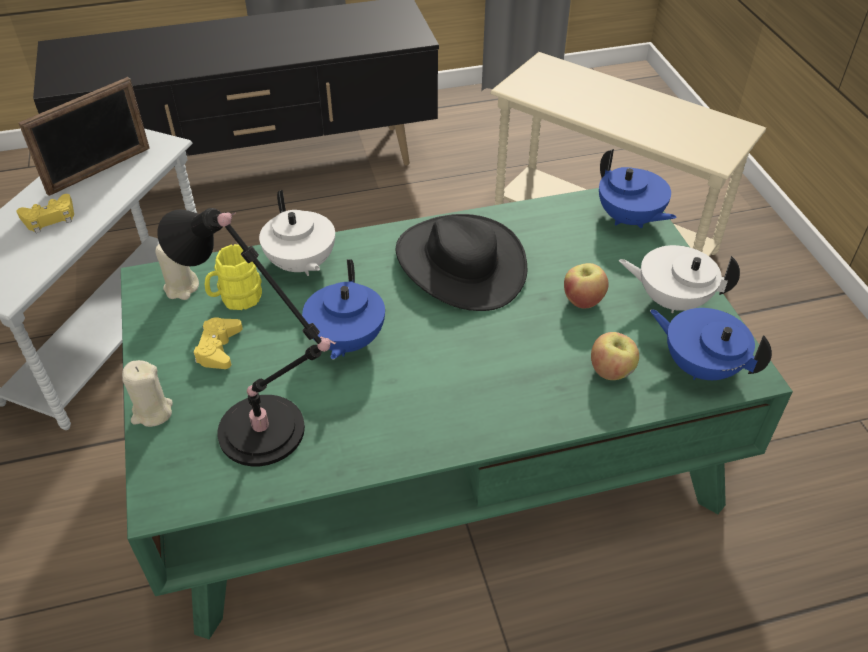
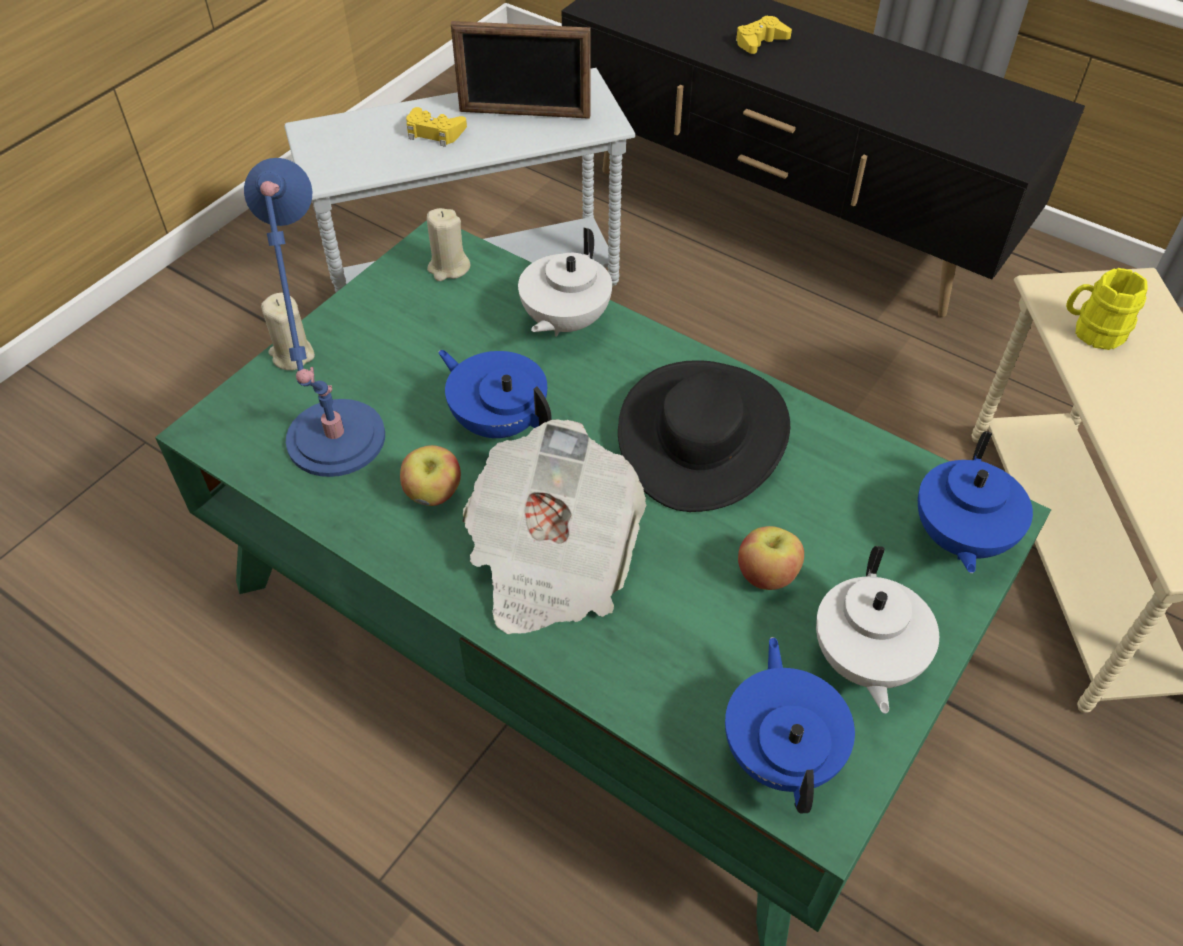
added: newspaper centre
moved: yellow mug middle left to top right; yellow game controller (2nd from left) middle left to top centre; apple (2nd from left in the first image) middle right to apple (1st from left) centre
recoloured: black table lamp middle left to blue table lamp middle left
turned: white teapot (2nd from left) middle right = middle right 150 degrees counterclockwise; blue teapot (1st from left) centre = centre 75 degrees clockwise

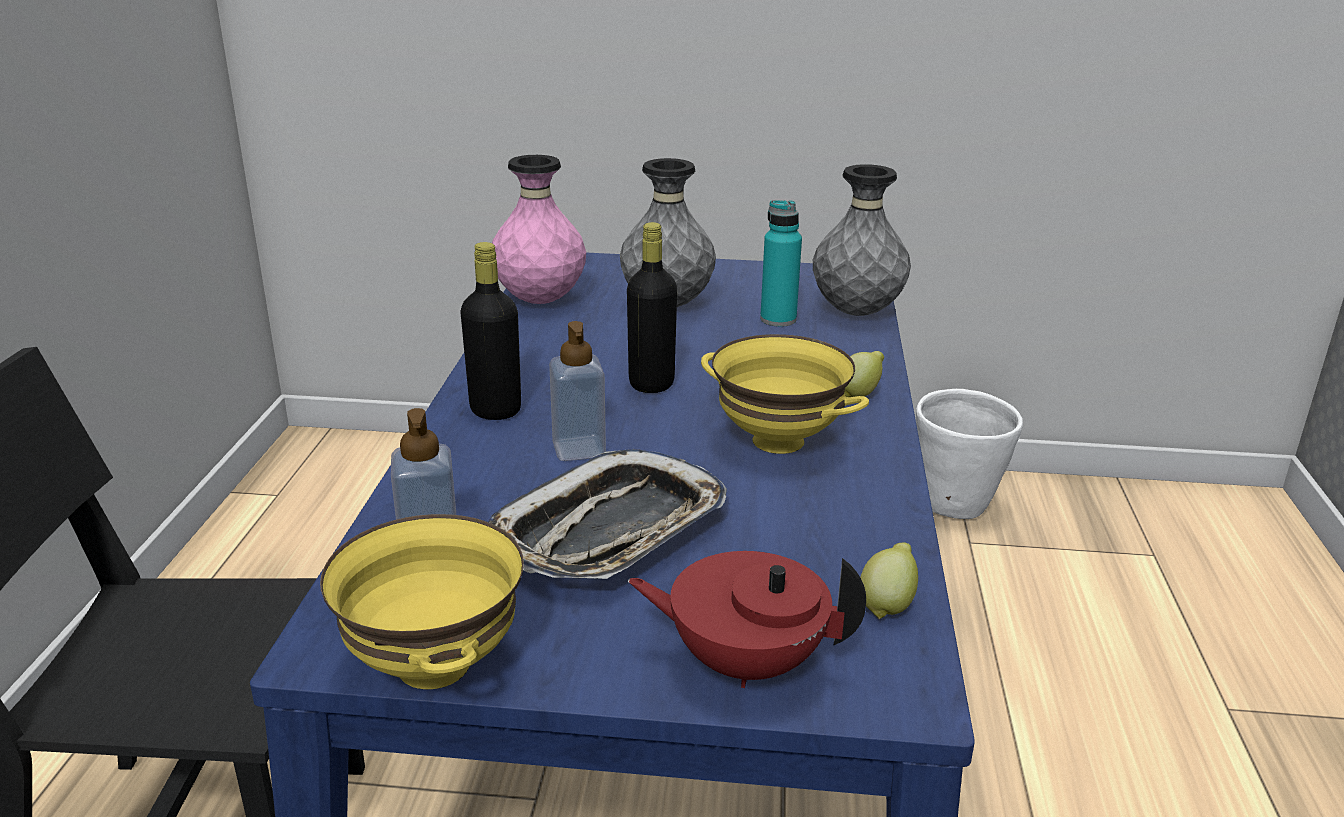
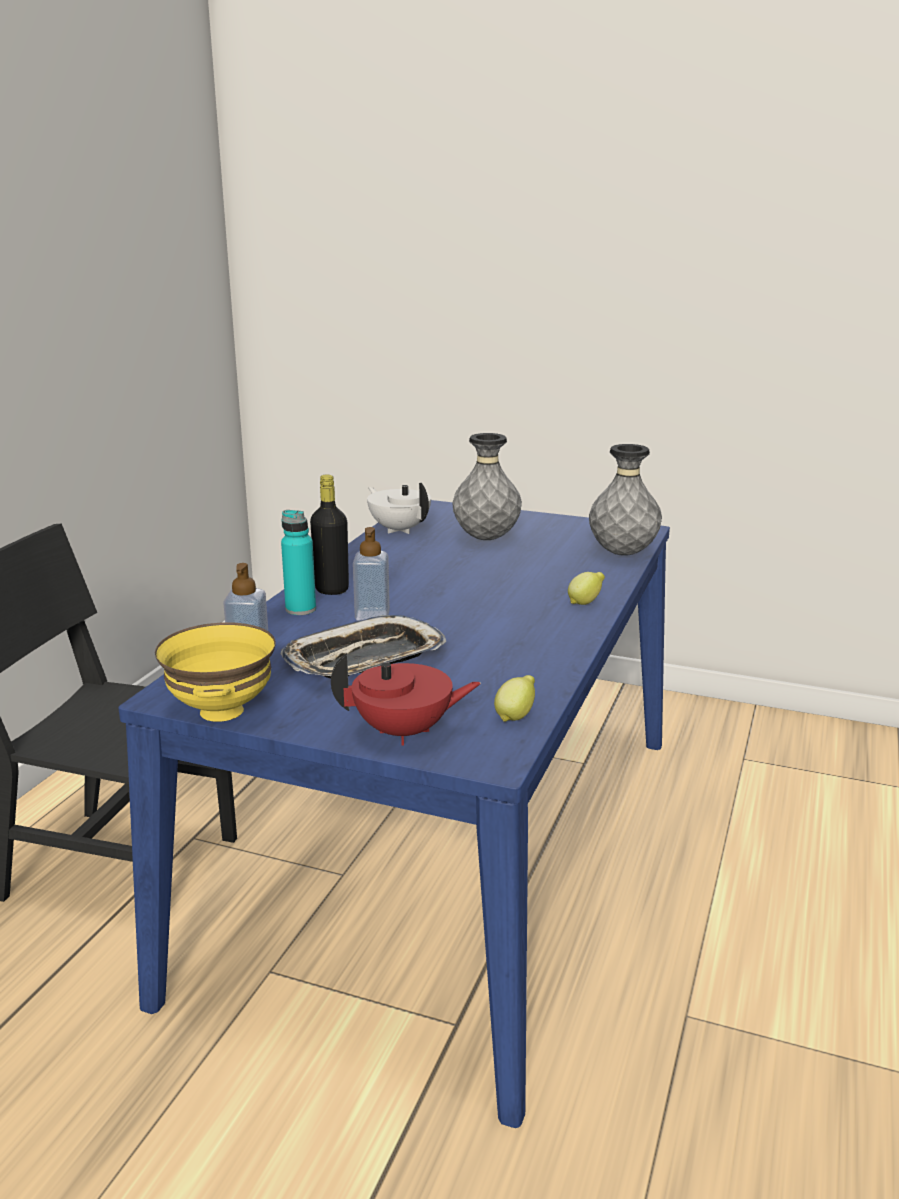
removed: black bottle (2nd from left) centre; yellow bowl (2nd from left) centre; white planter middle right
moved: turquoise bottle top centre to middle left
replaced: pink vase top centre to white teapot centre
turned: red teapot bottom centre = centre 150 degrees clockwise

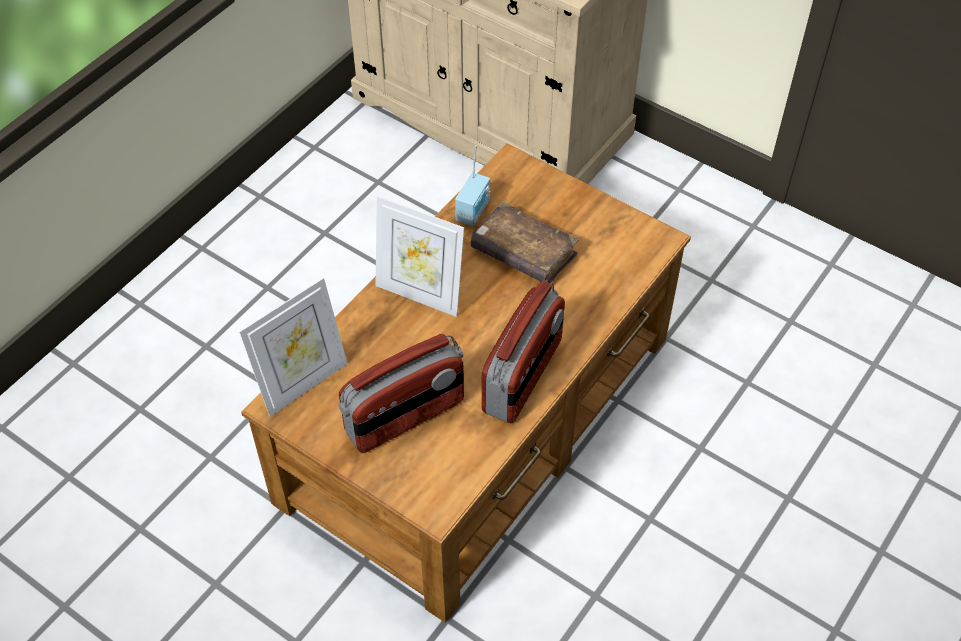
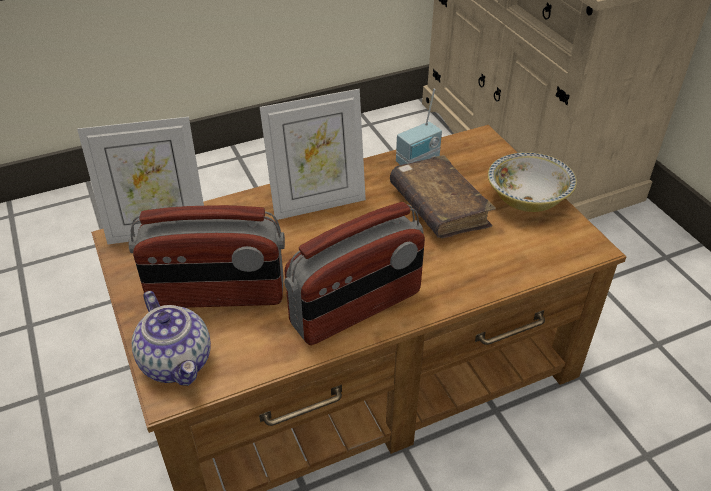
added: bowl middle right; teapot bottom left
turned: picture frame (2nd from left) centre = top centre 75 degrees counterclockwise

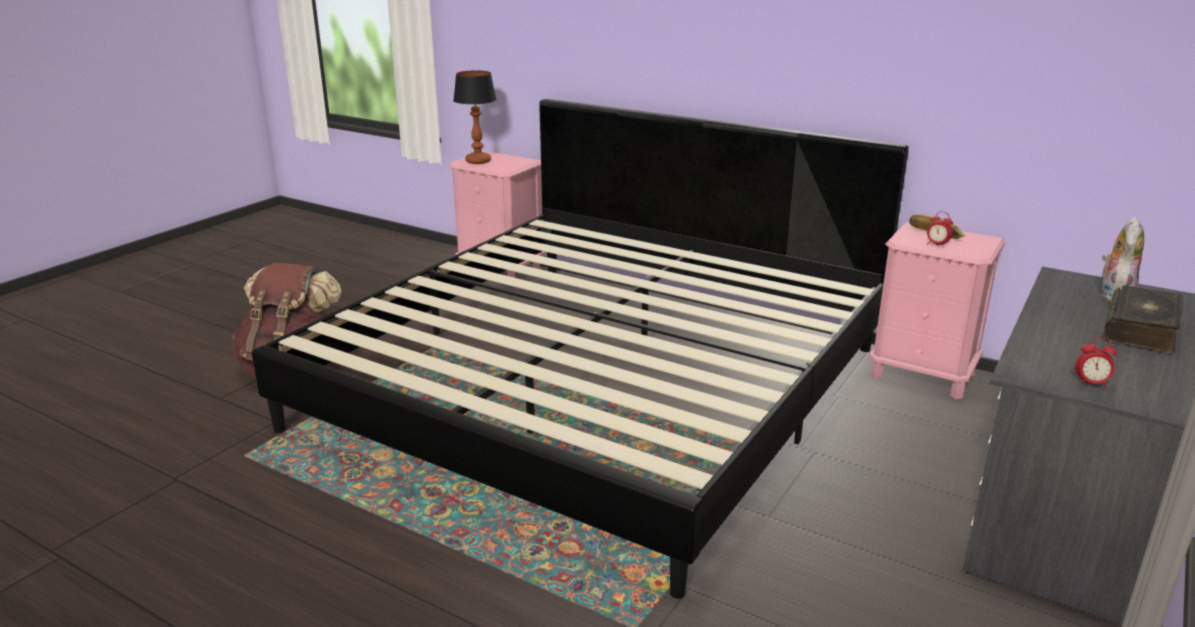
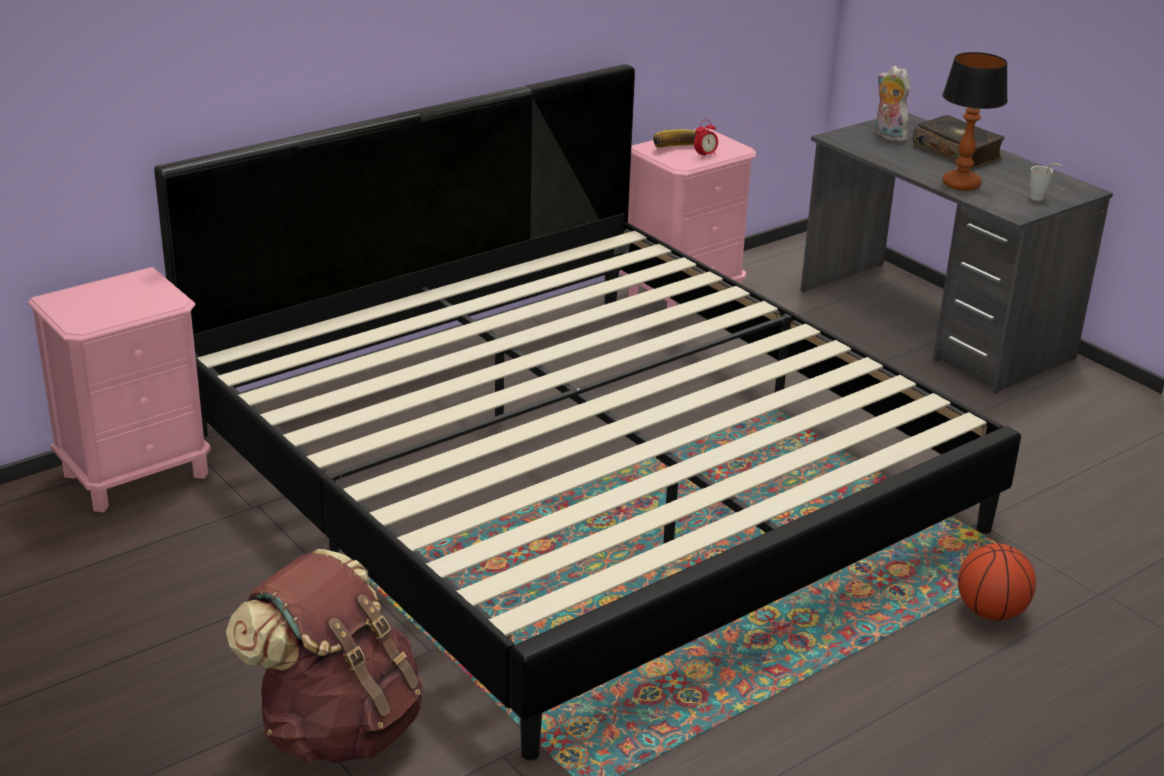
added: basketball bottom right
moved: table lamp top centre to top right
replaced: alarm clock (2nd from left) middle right to grey cup top right

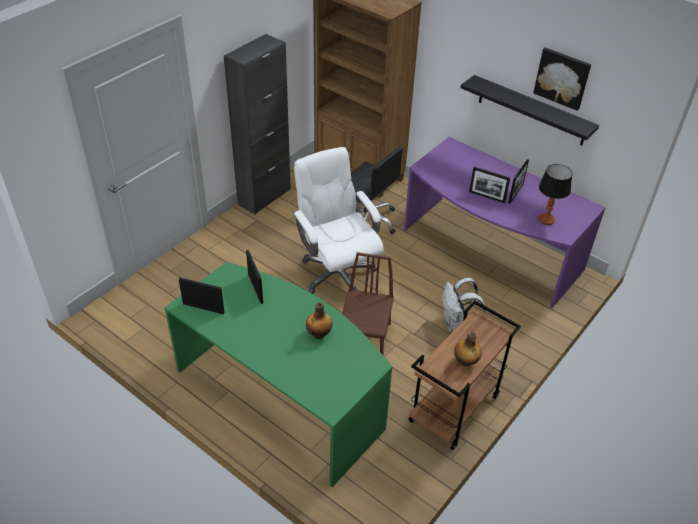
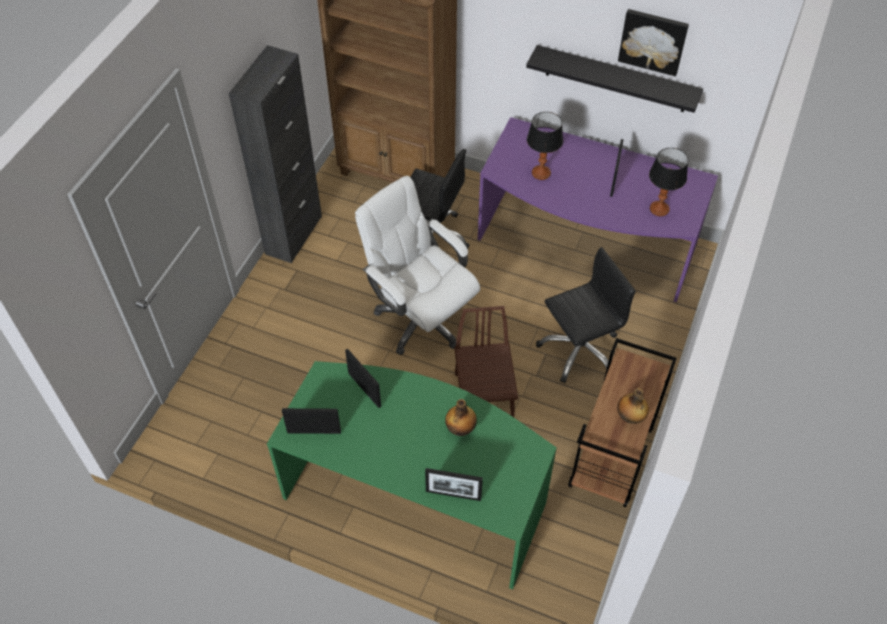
added: table lamp (1st from left) top centre
moved: picture frame (3rd from left) middle right to bottom centre
replaced: white backpack centre to black office chair (2nd from left) centre

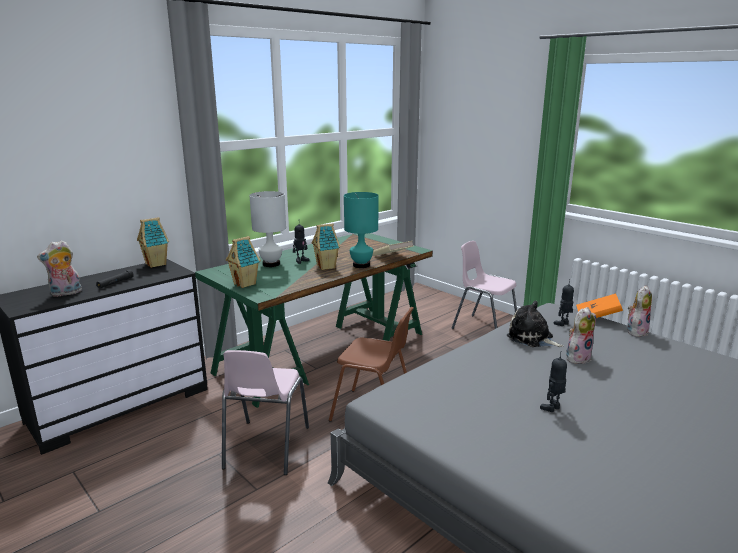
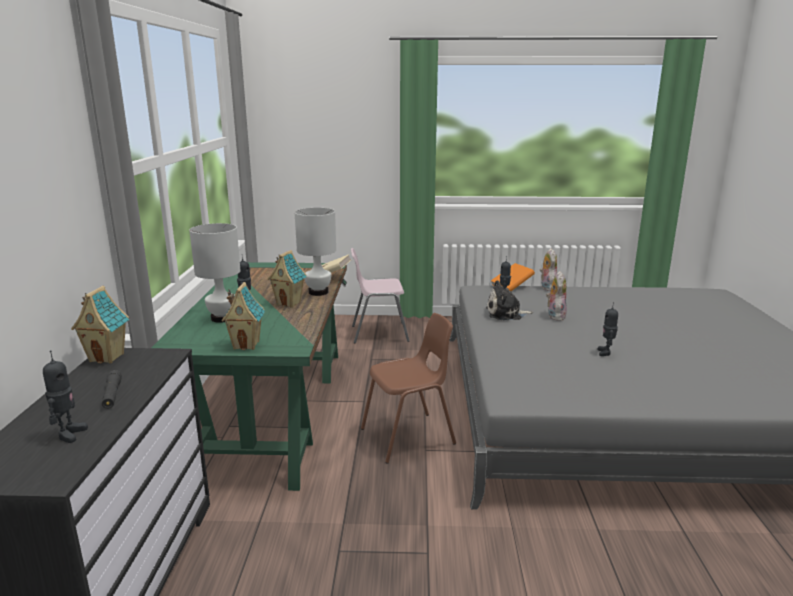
removed: pink chair (1st from left) bottom centre
replaced: plush toy (1st from left) middle left to toy robot (1st from left) middle left
recoloured: turquoise table lamp centre to white table lamp (2nd from left) centre

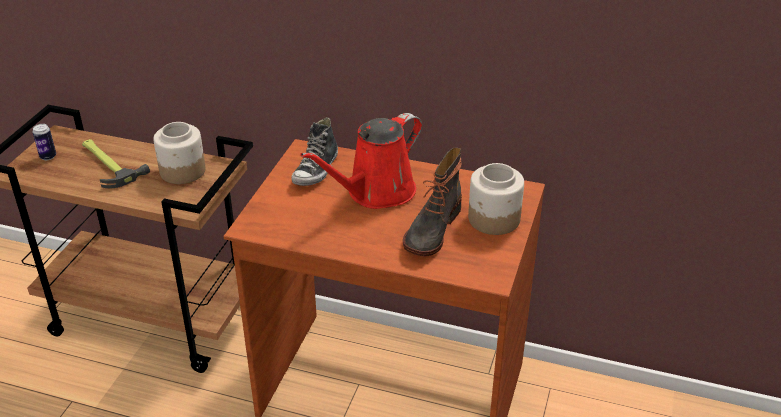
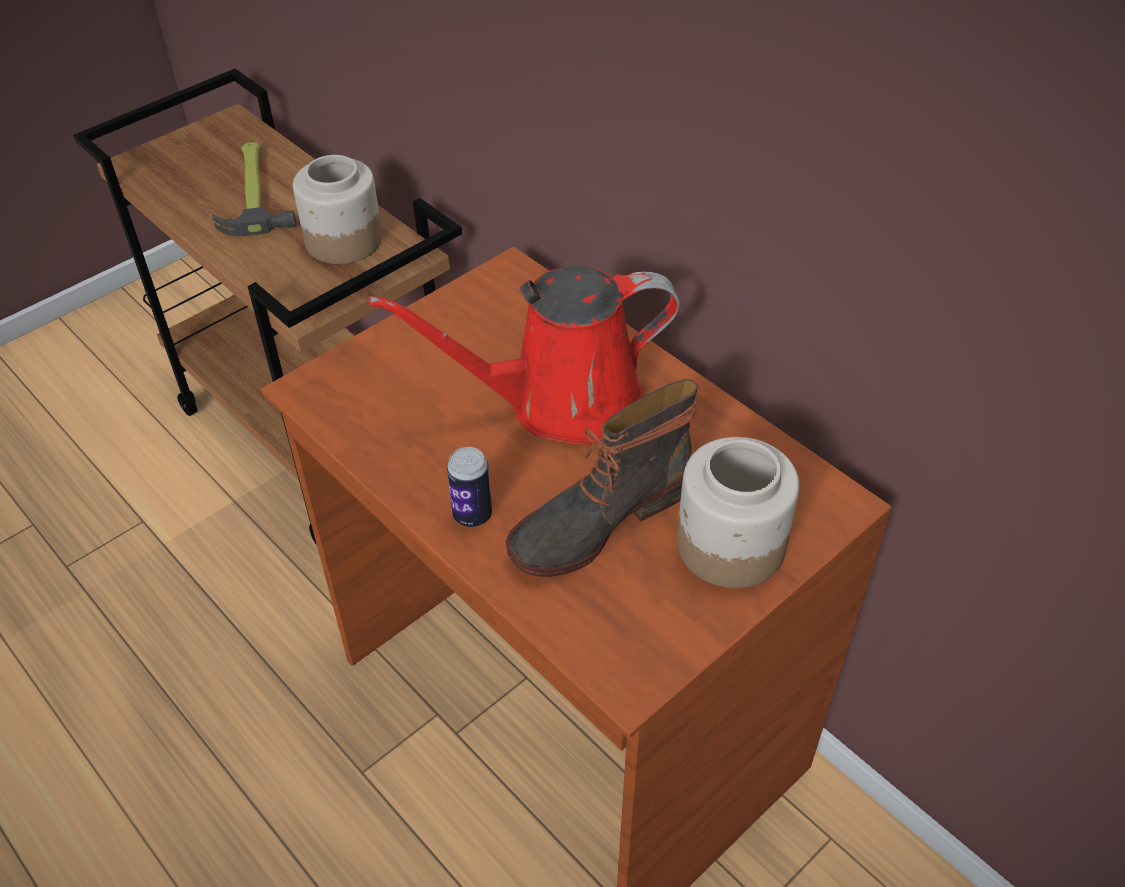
removed: shoe centre
moved: can middle left to centre

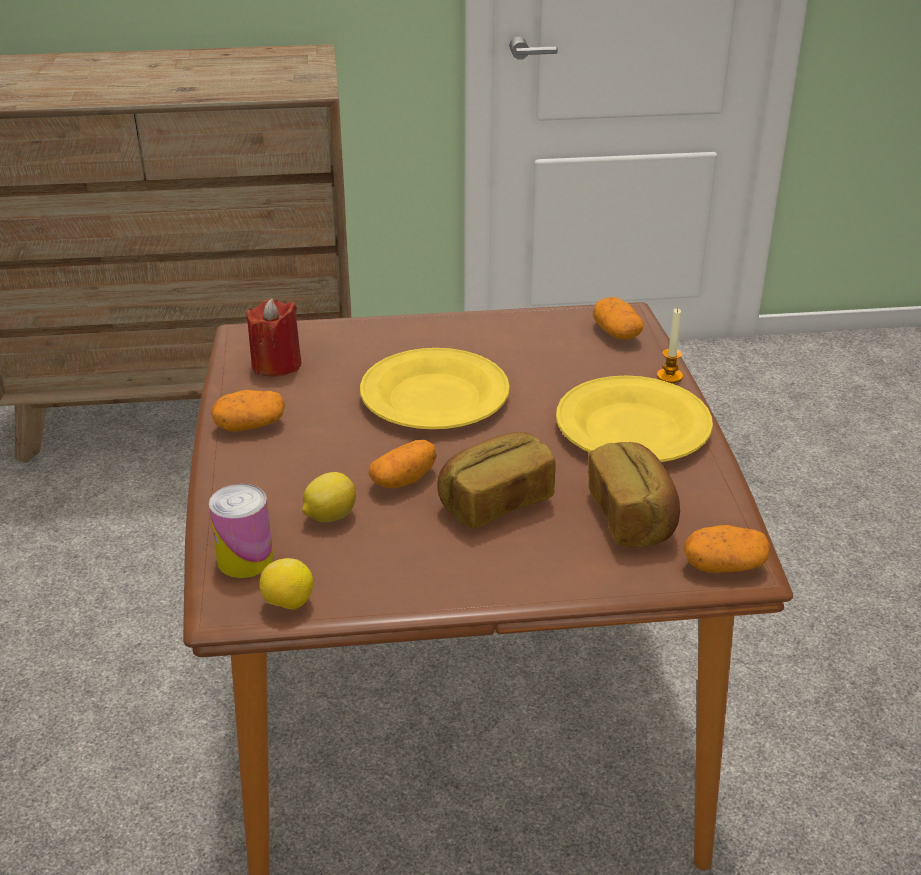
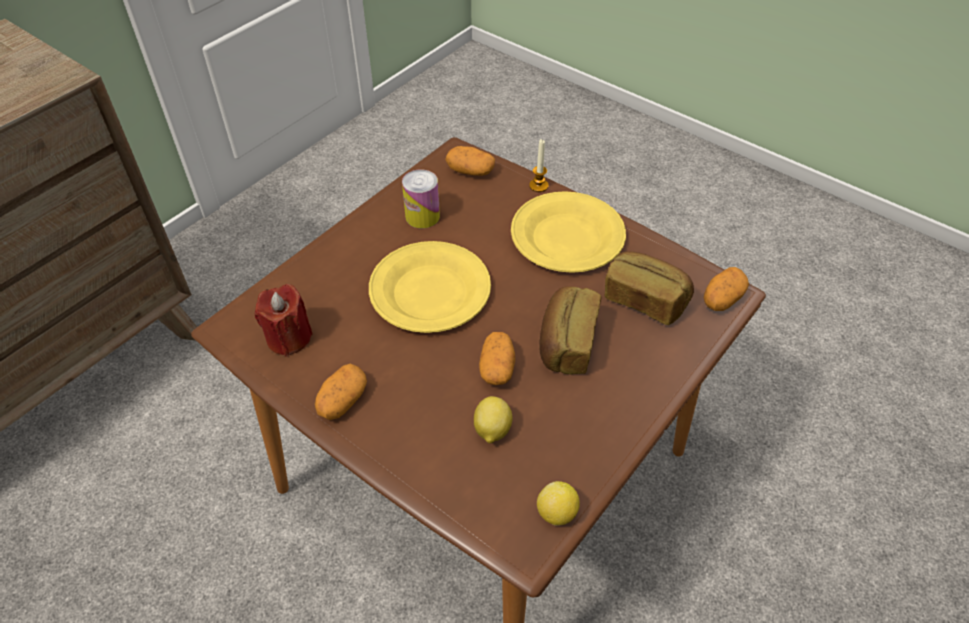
moved: can middle left to top centre

